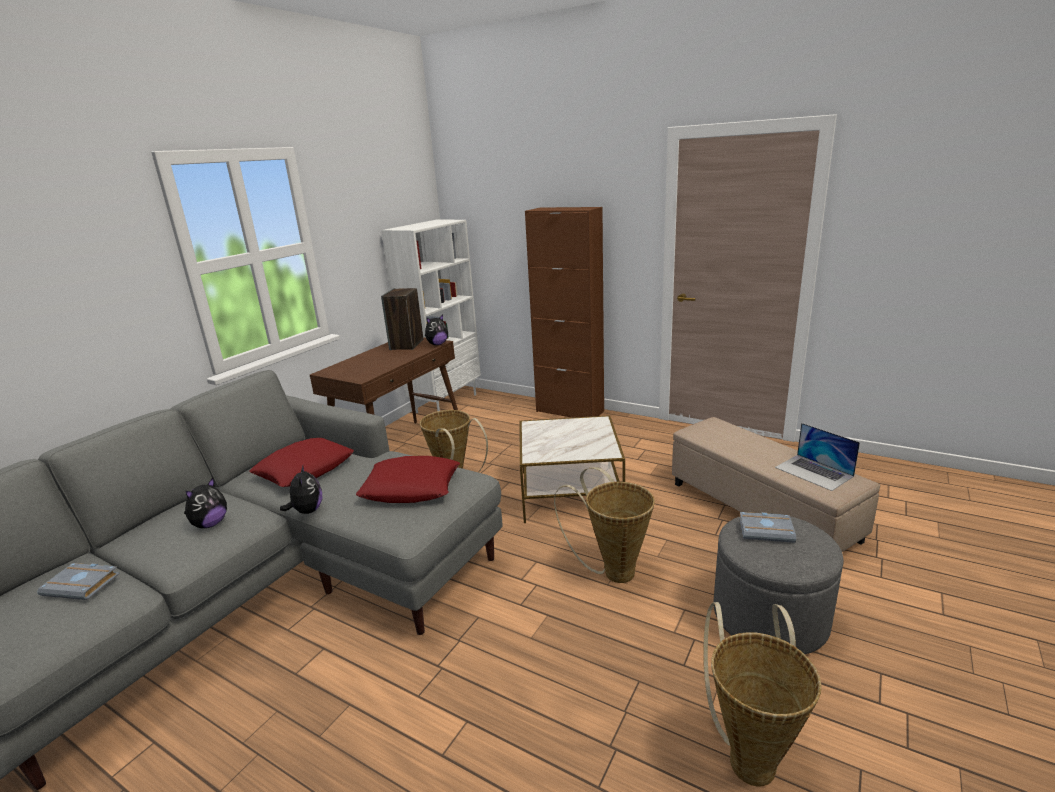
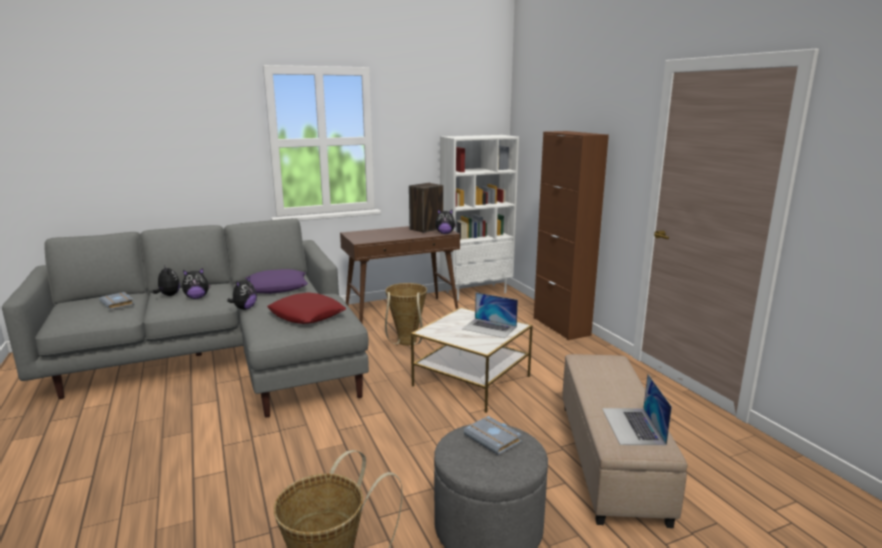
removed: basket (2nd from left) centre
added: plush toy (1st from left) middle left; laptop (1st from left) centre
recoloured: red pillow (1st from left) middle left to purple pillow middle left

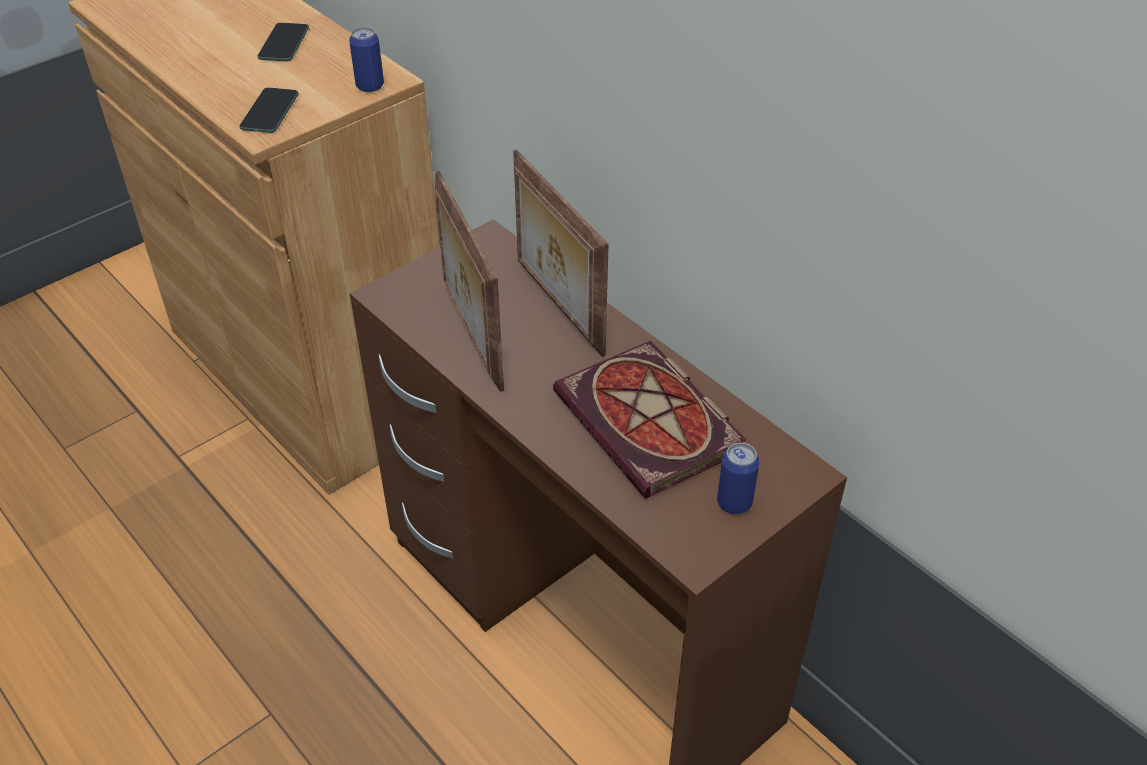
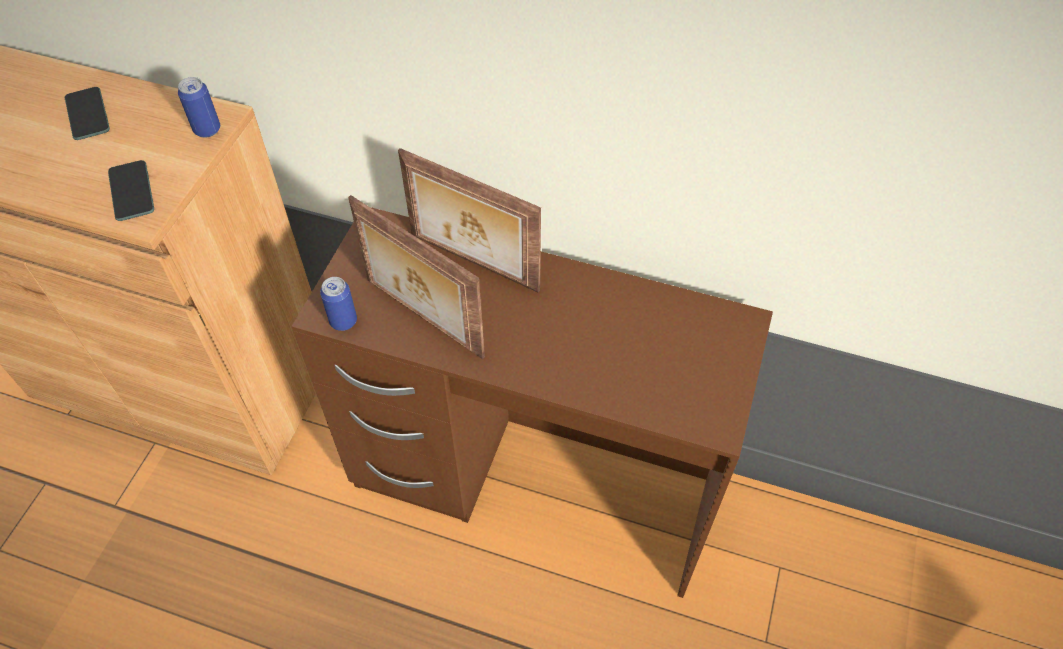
removed: book centre
moved: can (2nd from left) centre to middle left

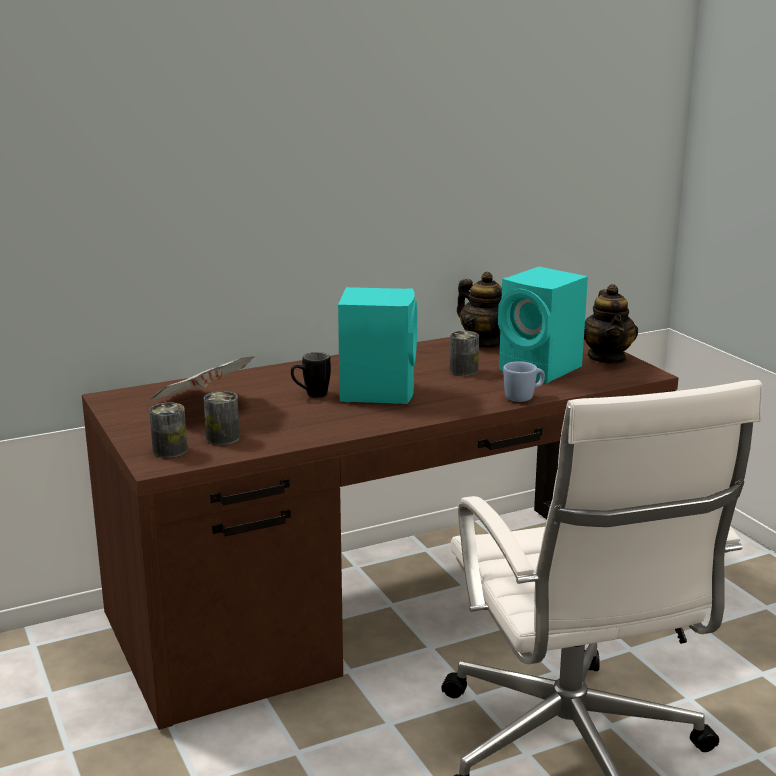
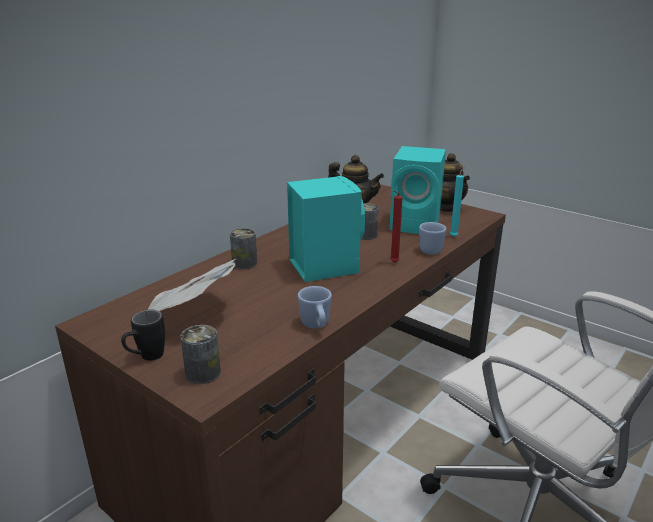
added: turquoise candle middle right; red candle centre; blue mug (1st from left) centre
moved: black mug centre to middle left; can (2nd from left) middle left to centre

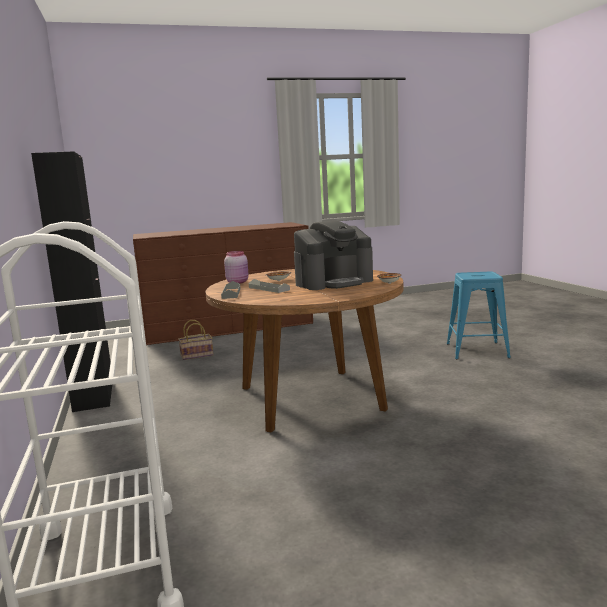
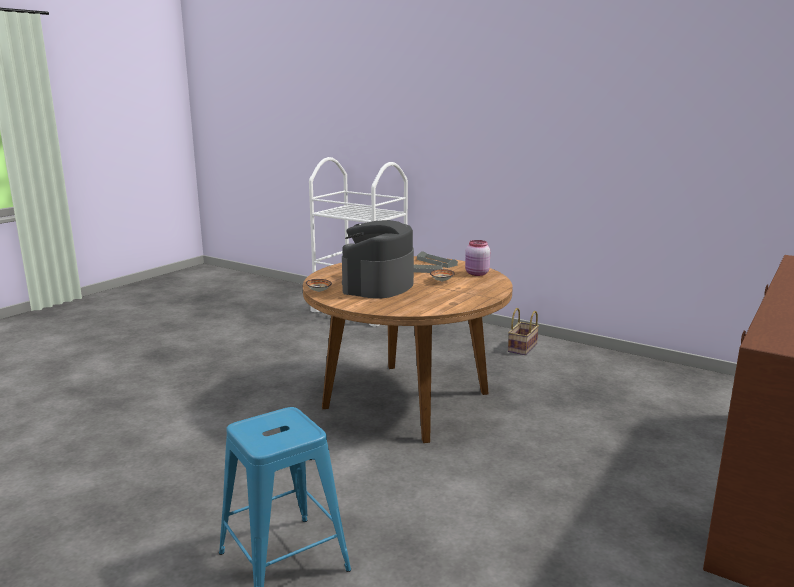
removed: black cabinet middle left
moved: basket middle left to centre

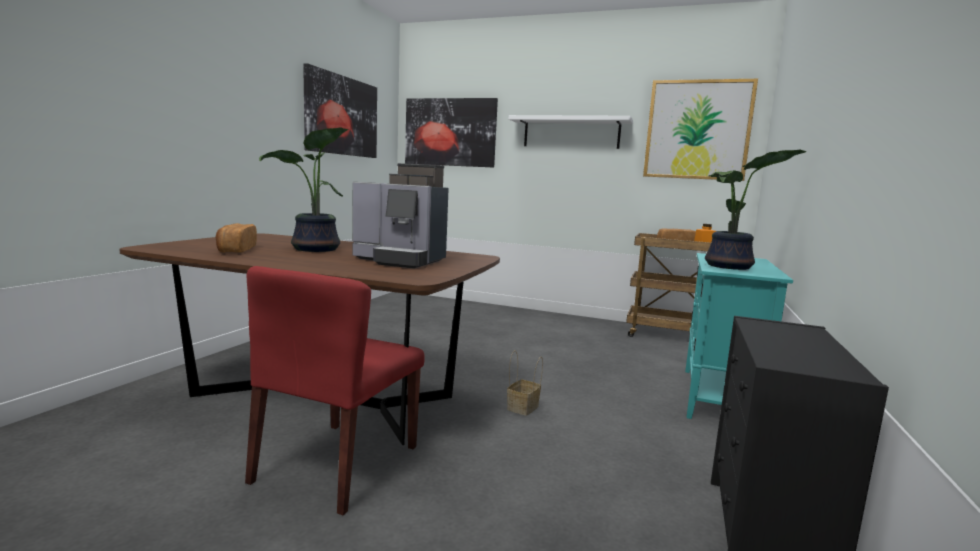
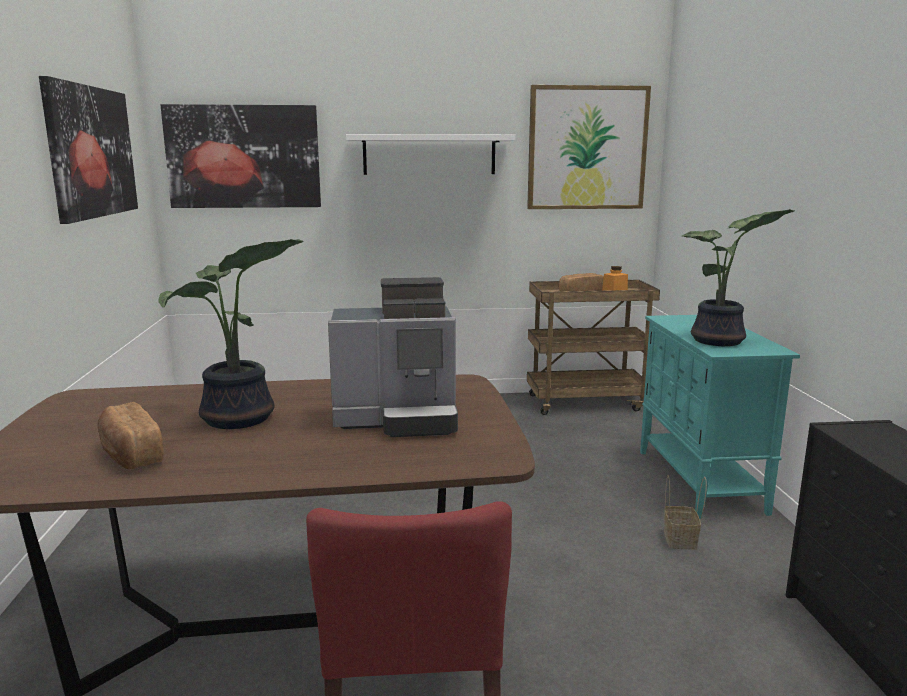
moved: basket bottom centre to bottom right

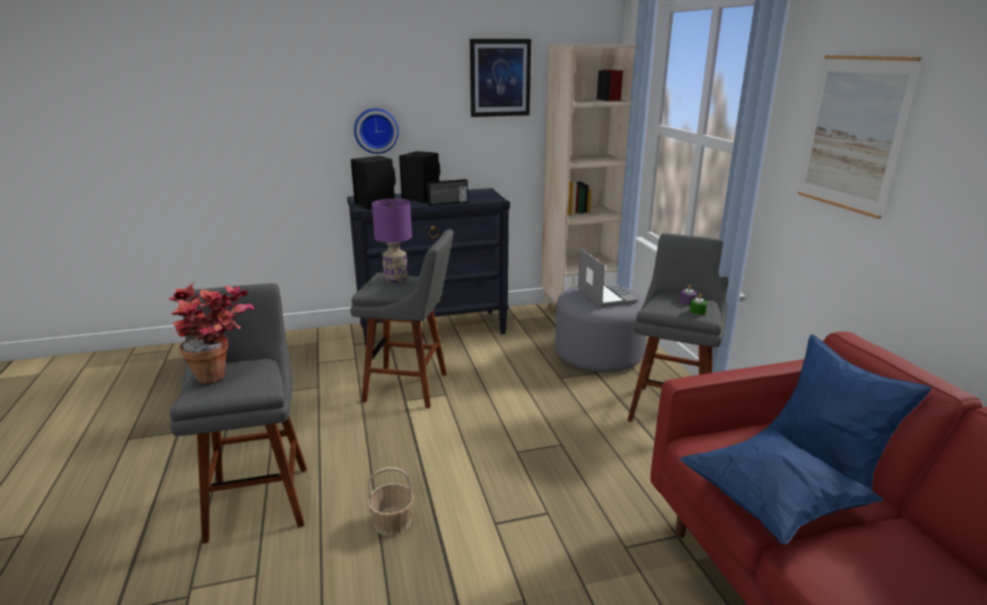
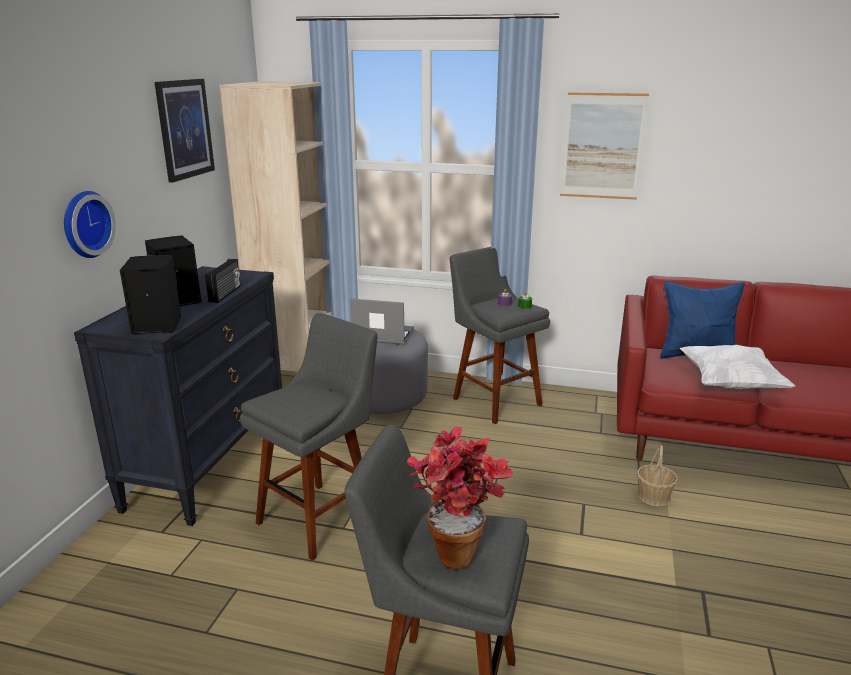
removed: purple table lamp centre
moved: basket bottom centre to bottom right
recoloured: blue pillow (1st from left) bottom right to white pillow middle right

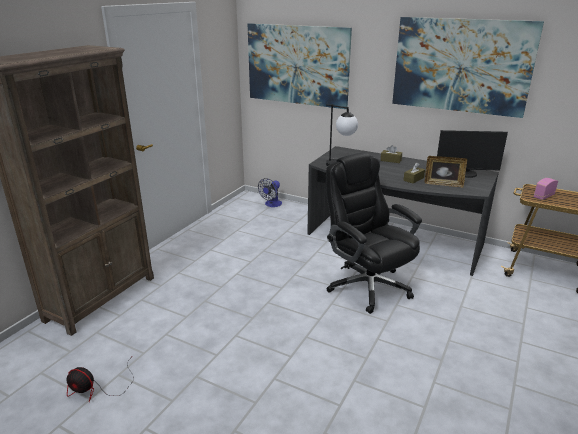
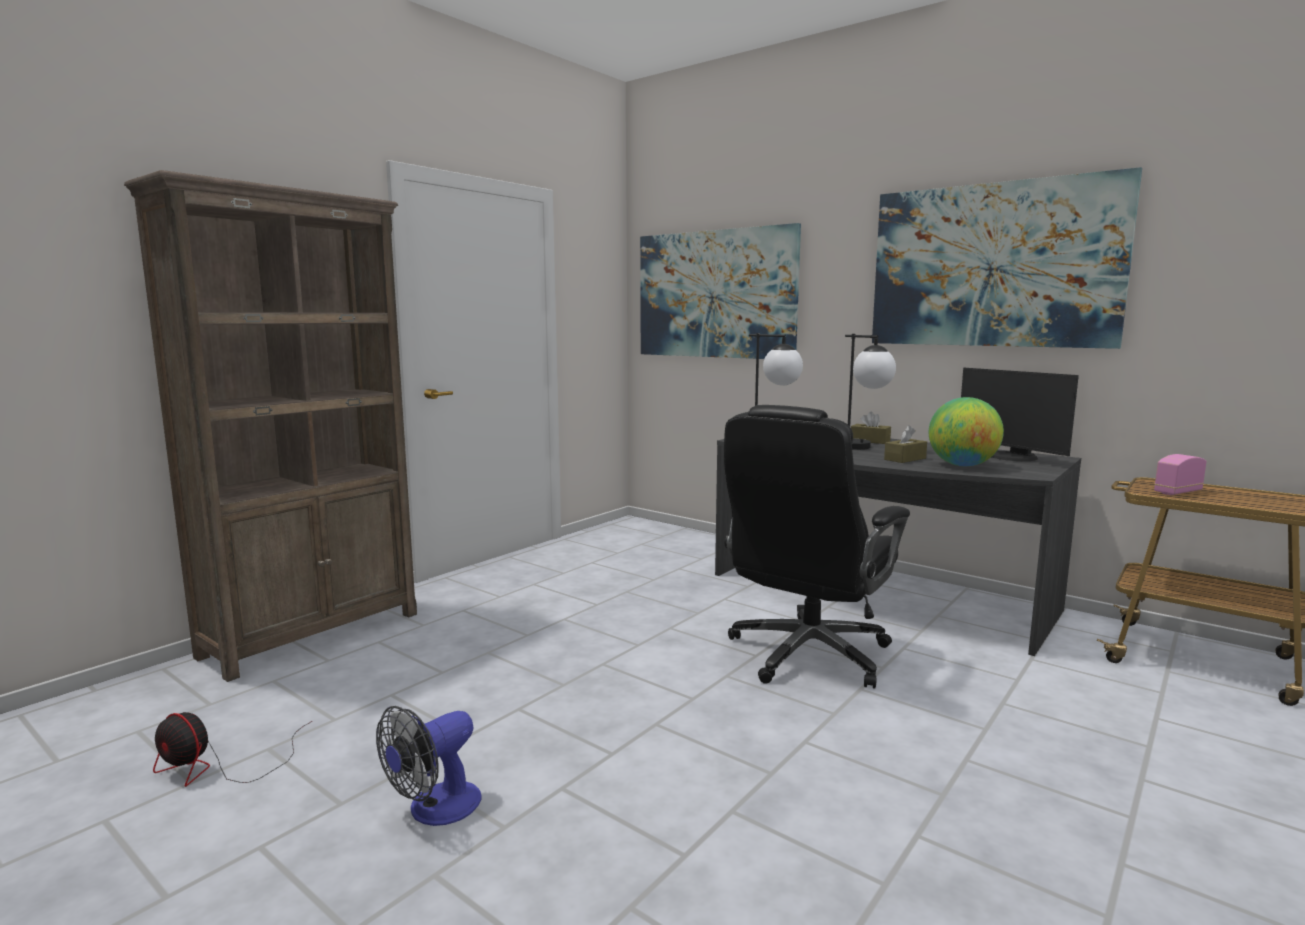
added: table lamp (2nd from left) middle right
moved: fan (2nd from left) centre to bottom left
replaced: picture frame middle right to globe middle right
turned: monitor middle right = middle right 45 degrees clockwise; black office chair centre = centre 120 degrees counterclockwise

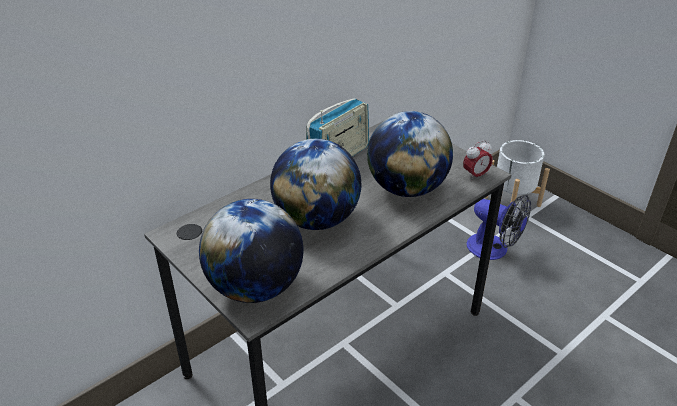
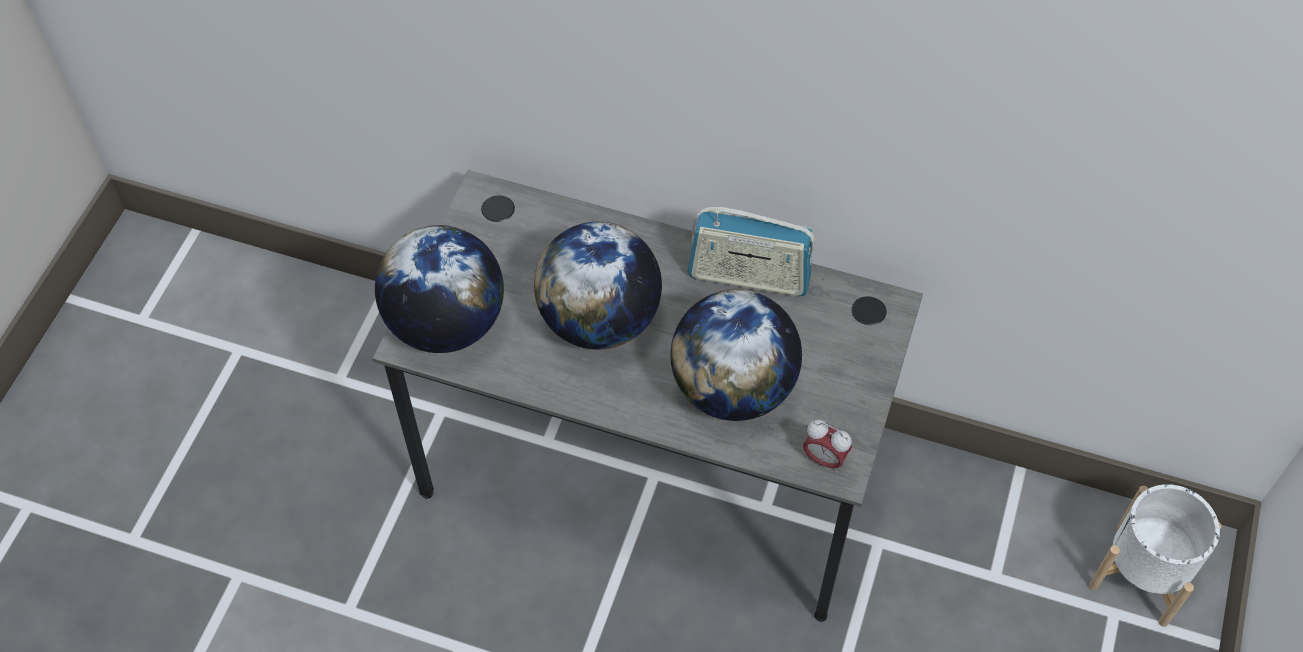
removed: fan middle right

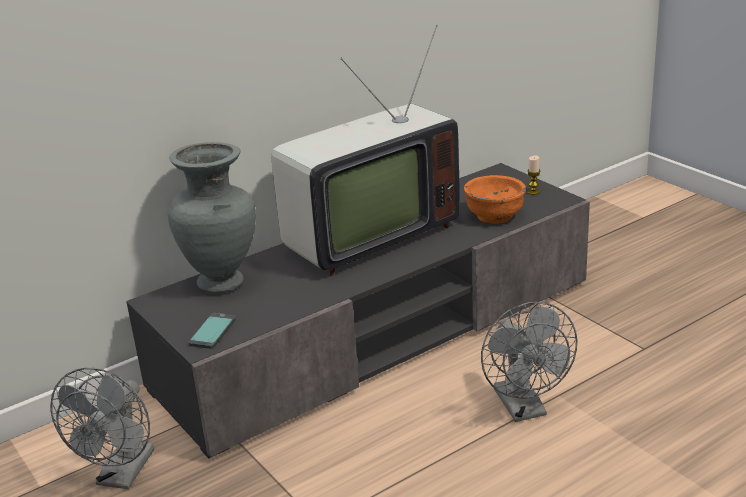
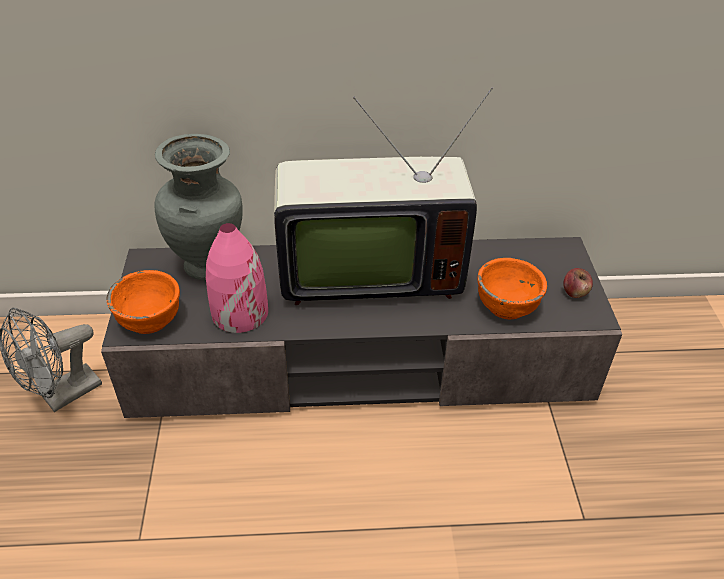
removed: grey fan (2nd from left) bottom right
added: pink vase middle left
replaced: candle middle right to apple middle right; phone middle left to orange bowl (1st from left) middle left

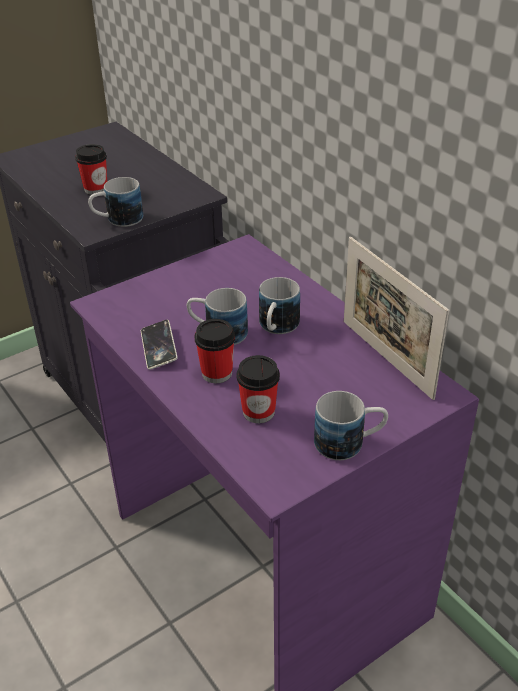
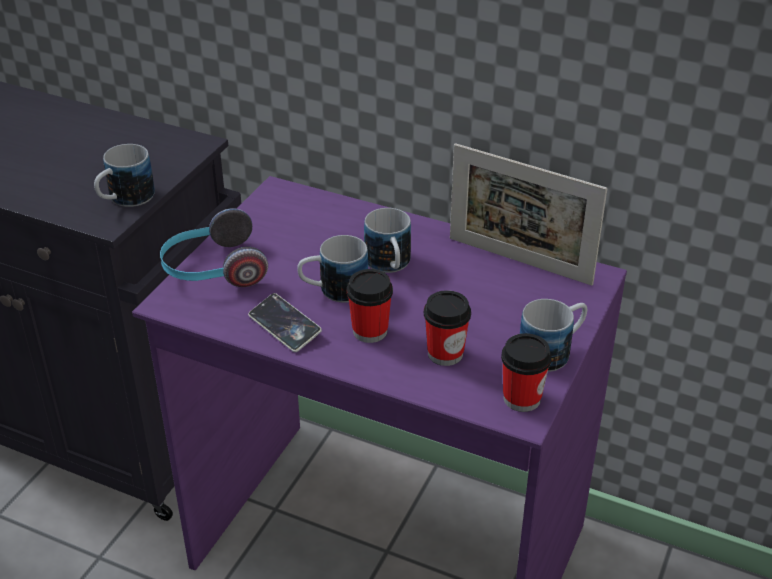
added: headphones middle left
moved: cup (1st from left in the first image) top left to cup (3rd from left) middle right

